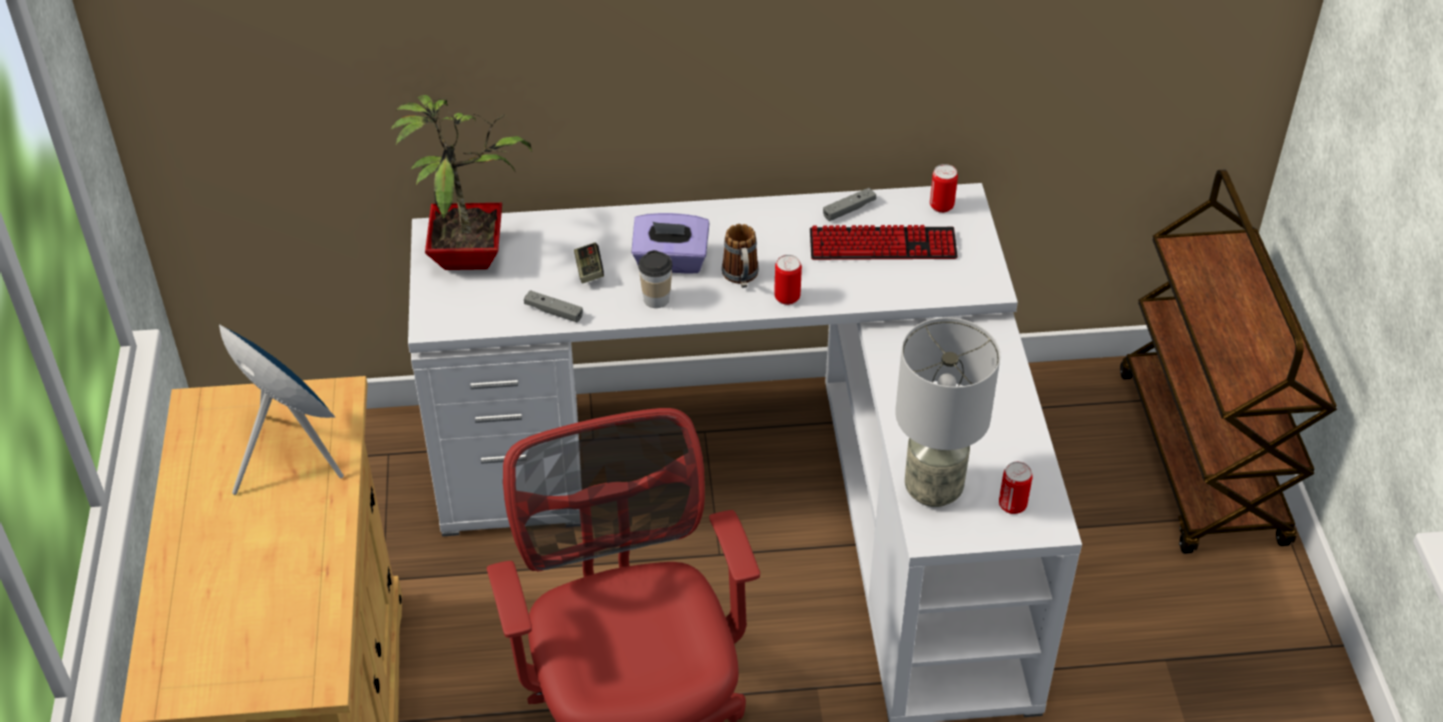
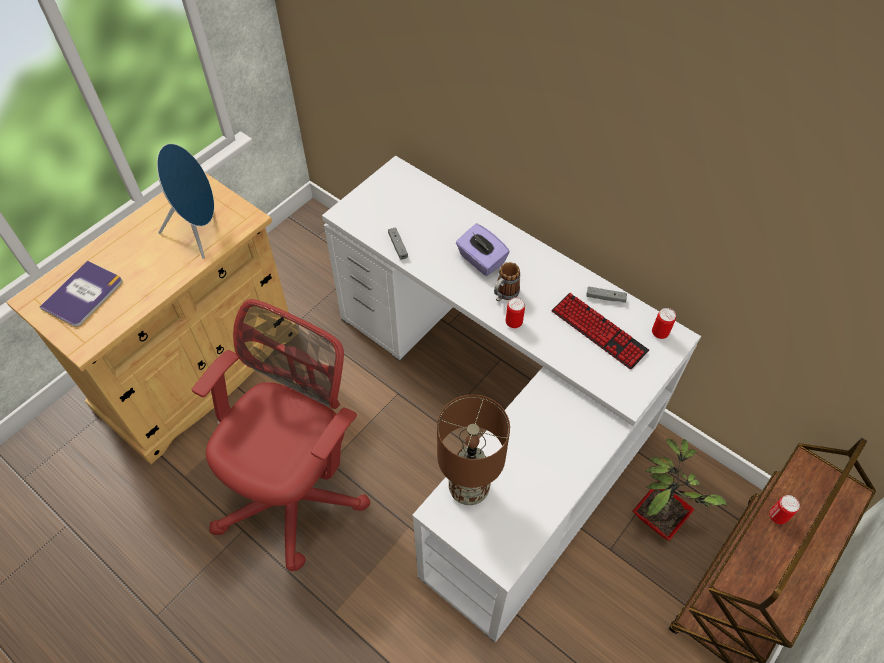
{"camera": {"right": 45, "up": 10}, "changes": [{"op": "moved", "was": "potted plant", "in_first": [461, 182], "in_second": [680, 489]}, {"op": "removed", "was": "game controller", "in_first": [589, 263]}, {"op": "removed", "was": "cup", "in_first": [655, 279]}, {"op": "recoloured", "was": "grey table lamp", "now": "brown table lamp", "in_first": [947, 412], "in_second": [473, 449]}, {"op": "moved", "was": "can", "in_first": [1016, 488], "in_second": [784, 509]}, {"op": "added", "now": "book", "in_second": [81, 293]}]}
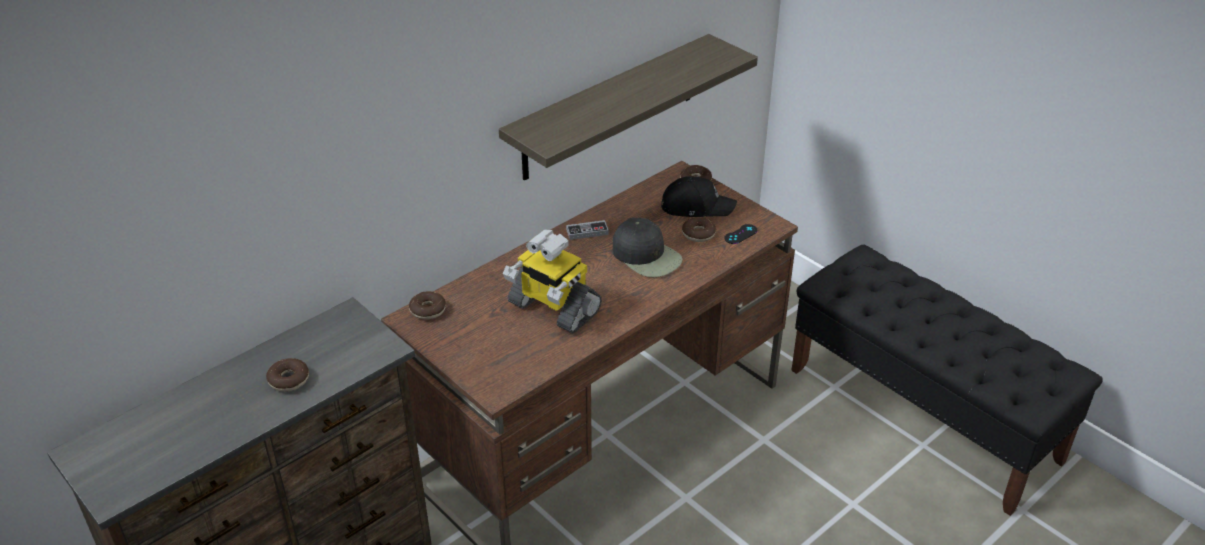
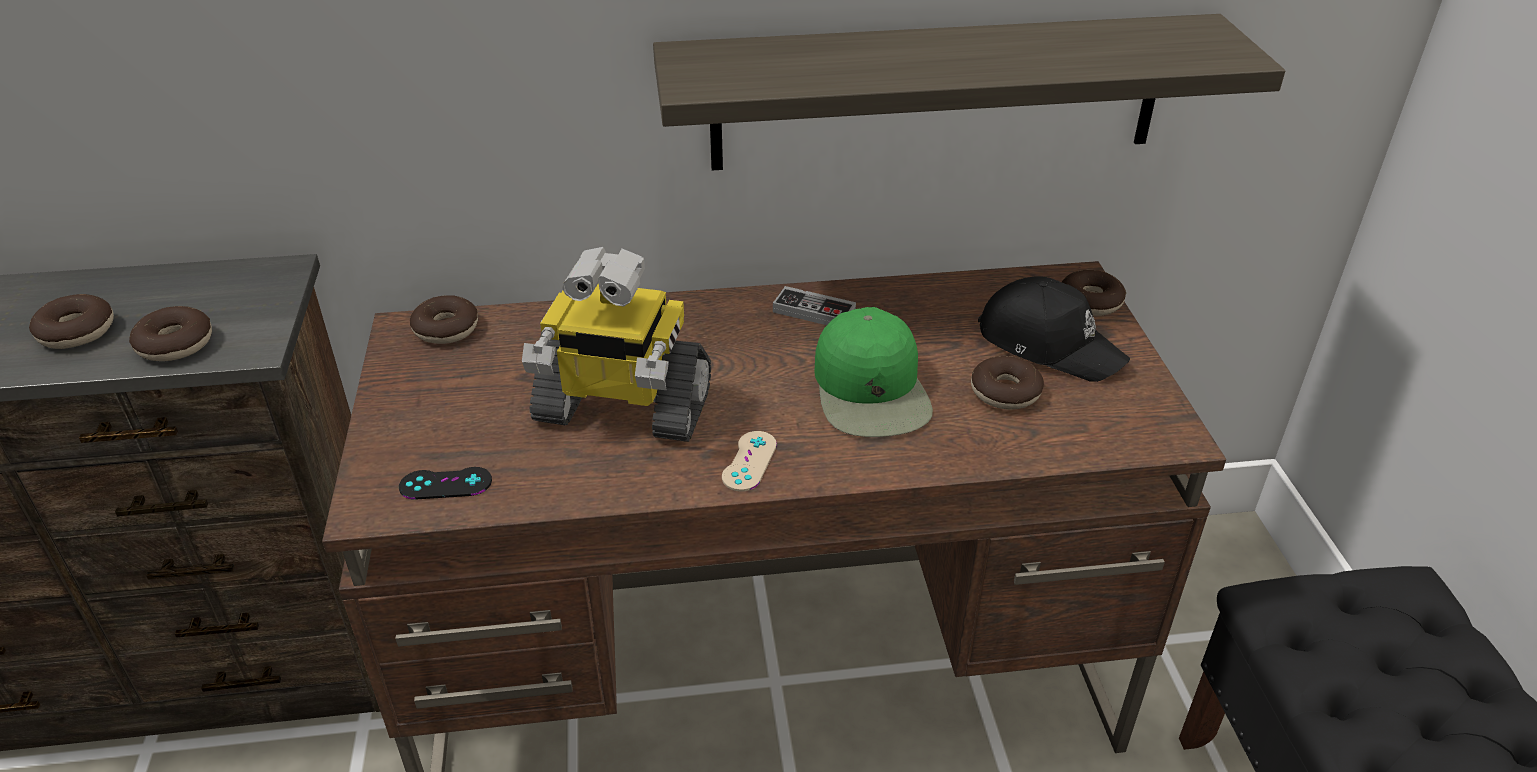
{"camera": {"right": 35, "up": 0}, "changes": [{"op": "recoloured", "was": "black cap", "now": "green cap", "in_first": [648, 247], "in_second": [873, 372]}, {"op": "moved", "was": "black game controller", "in_first": [741, 234], "in_second": [445, 483]}, {"op": "turned", "was": "toy robot", "in_first": [552, 281], "in_second": [616, 344], "clockwise": -60}, {"op": "added", "now": "donut", "in_second": [170, 333]}, {"op": "added", "now": "beige game controller", "in_second": [749, 461]}]}
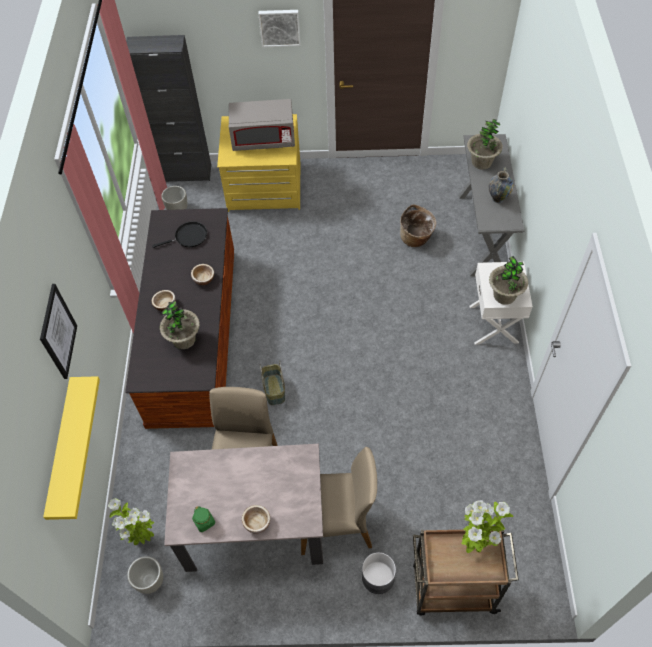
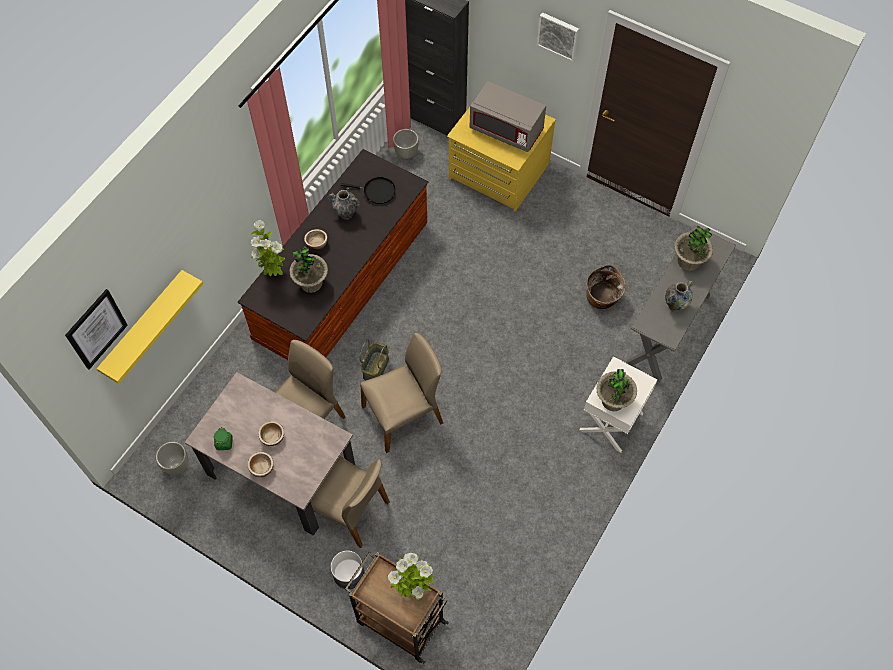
{"camera": {"right": 30, "up": 5}, "changes": [{"op": "moved", "was": "bowl", "in_first": [202, 274], "in_second": [271, 433]}, {"op": "moved", "was": "picture", "in_first": [58, 331], "in_second": [96, 329]}, {"op": "moved", "was": "potted plant", "in_first": [131, 521], "in_second": [268, 248]}, {"op": "added", "now": "vase", "in_second": [344, 204]}, {"op": "added", "now": "beige chair", "in_second": [401, 393]}]}
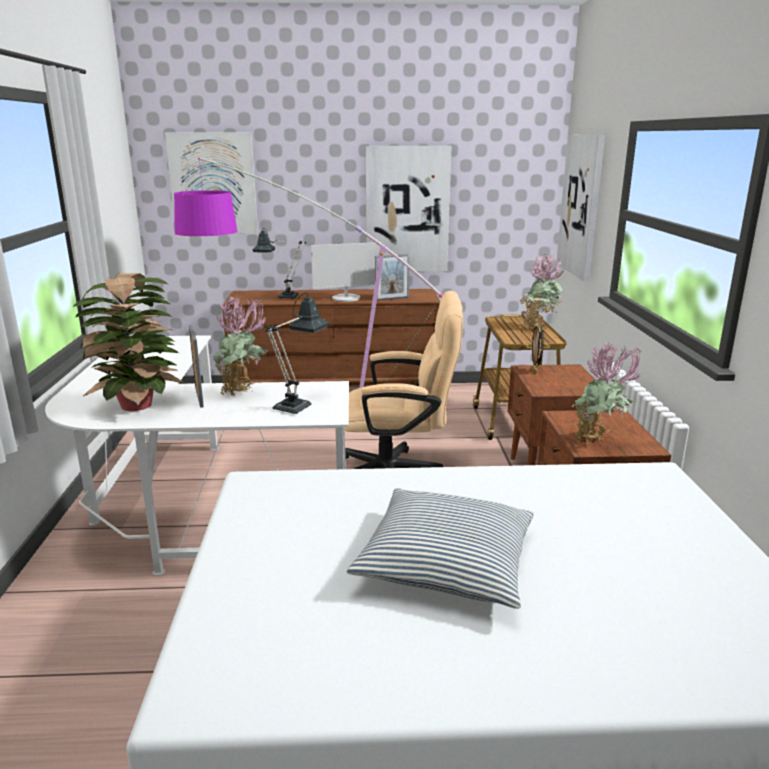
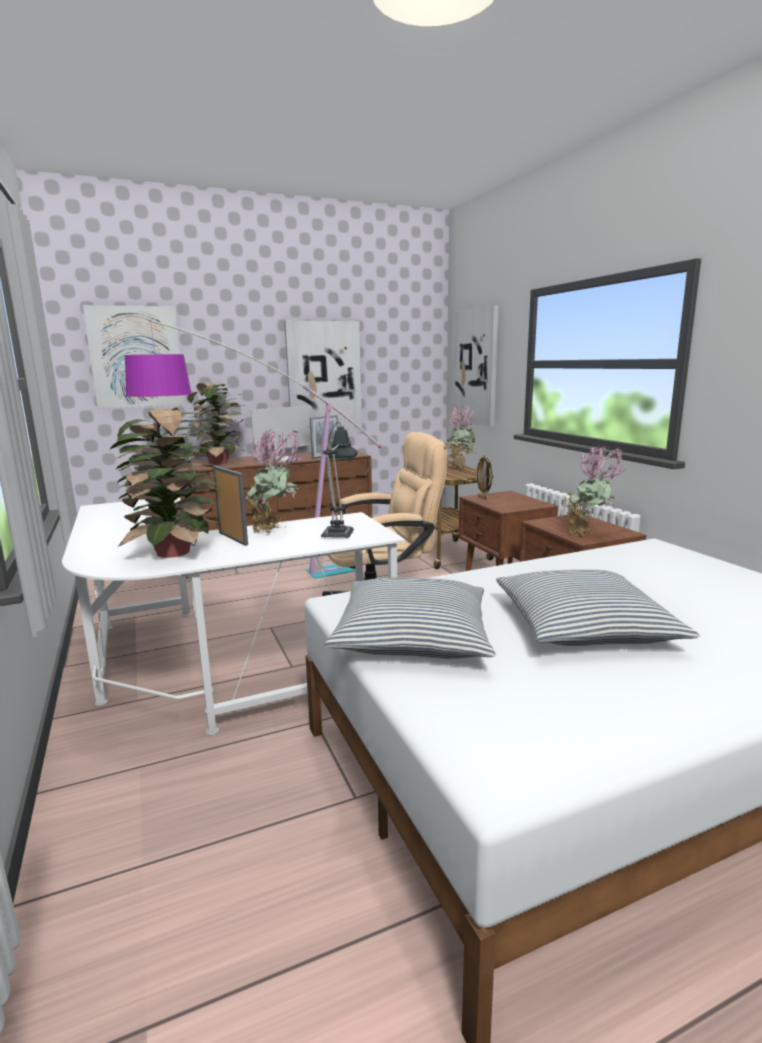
{"camera": {"right": -20, "up": -5}, "changes": [{"op": "replaced", "was": "table lamp", "now": "potted plant", "in_first": [279, 263], "in_second": [216, 423]}, {"op": "added", "now": "pillow", "in_second": [410, 618]}]}
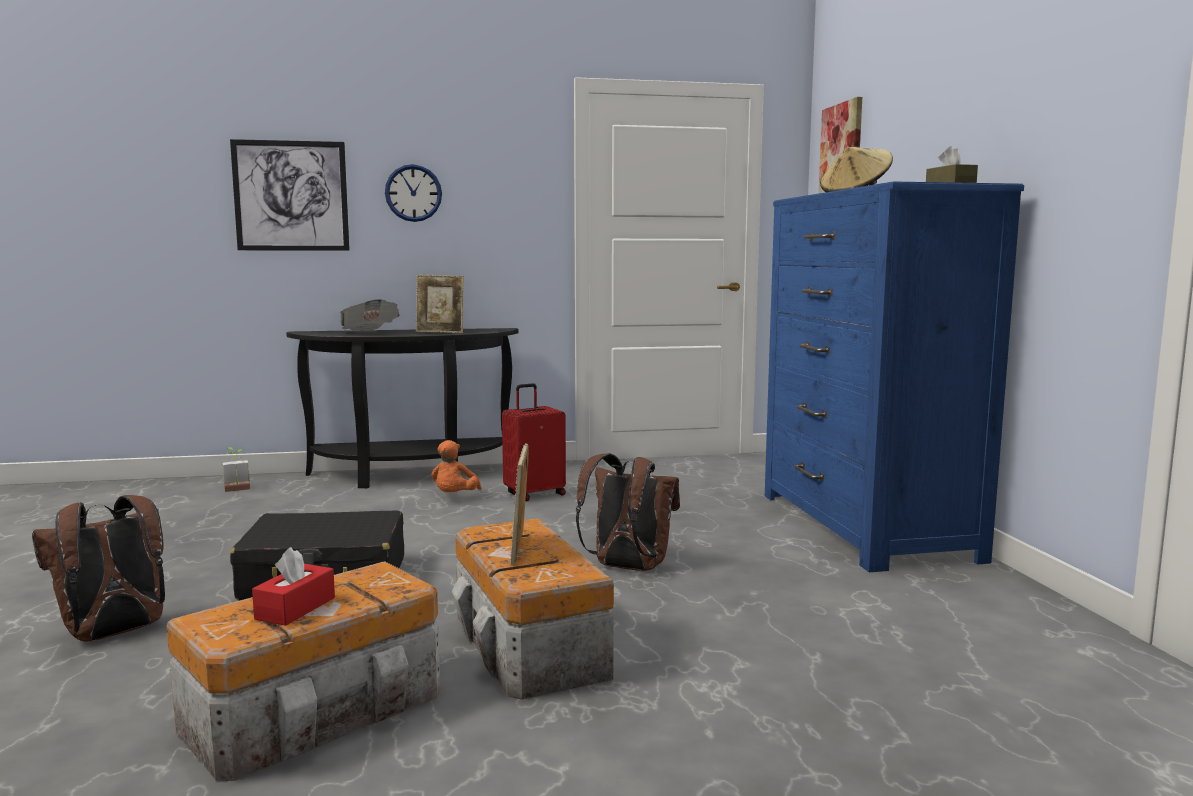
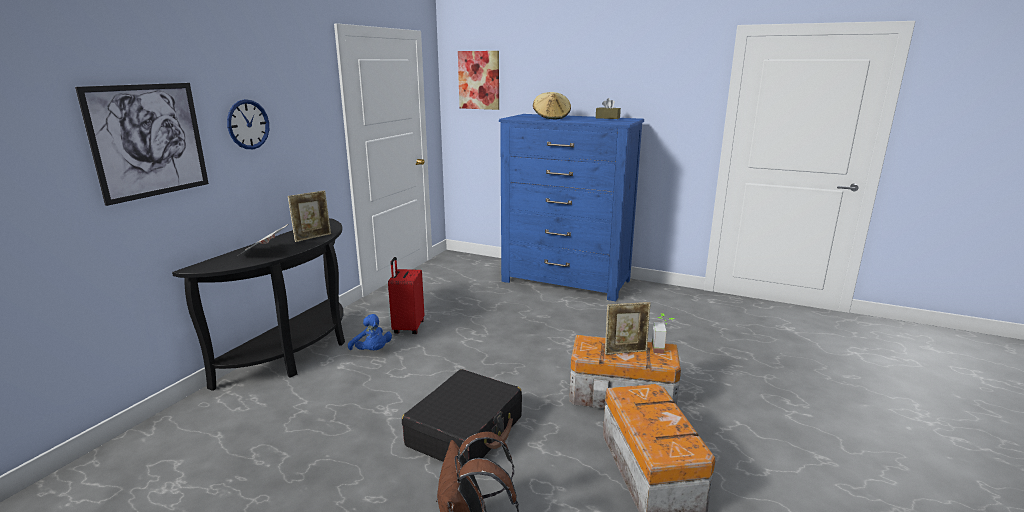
{"camera": {"right": -55, "up": 10}, "changes": [{"op": "recoloured", "was": "orange plush toy", "now": "blue plush toy", "in_first": [456, 466], "in_second": [370, 332]}, {"op": "turned", "was": "picture frame", "in_first": [519, 504], "in_second": [628, 328], "clockwise": -45}, {"op": "moved", "was": "potted plant", "in_first": [236, 469], "in_second": [663, 333]}, {"op": "removed", "was": "brown backpack", "in_first": [628, 512]}, {"op": "removed", "was": "red tissue box", "in_first": [293, 586]}]}
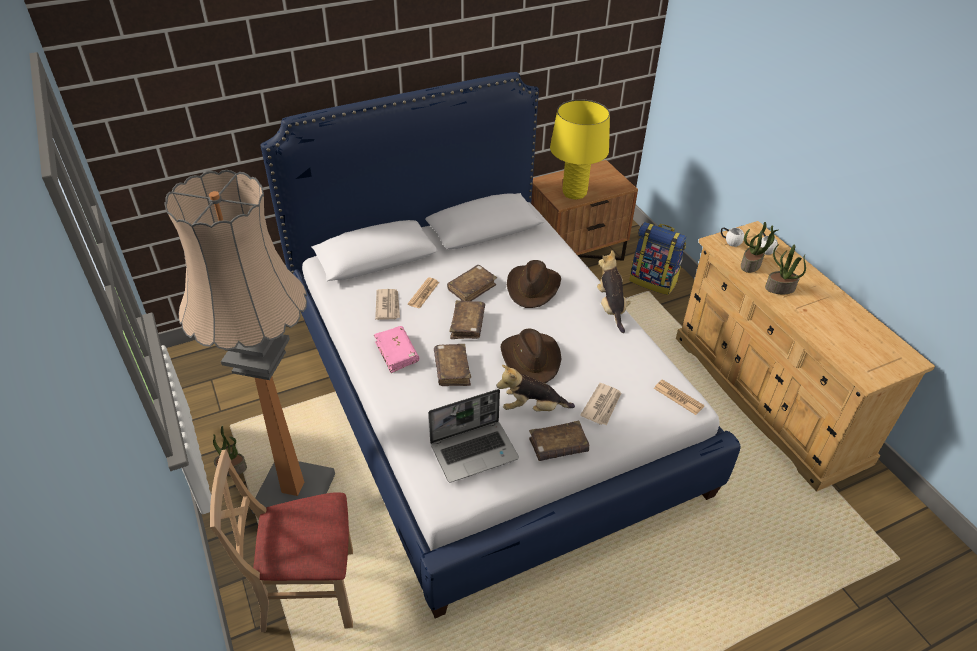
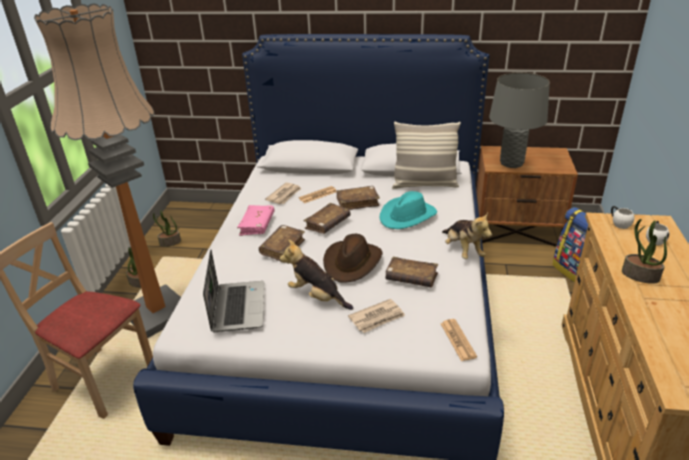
{"camera": {"right": 35, "up": -10}, "changes": [{"op": "recoloured", "was": "yellow table lamp", "now": "grey table lamp", "in_first": [580, 149], "in_second": [519, 120]}, {"op": "moved", "was": "potted plant", "in_first": [759, 247], "in_second": [167, 228]}, {"op": "turned", "was": "plush toy", "in_first": [614, 291], "in_second": [467, 236], "clockwise": 135}, {"op": "recoloured", "was": "brown hat", "now": "turquoise hat", "in_first": [534, 284], "in_second": [408, 210]}, {"op": "turned", "was": "laptop", "in_first": [474, 436], "in_second": [233, 290], "clockwise": -105}, {"op": "moved", "was": "brown book", "in_first": [559, 441], "in_second": [412, 272]}, {"op": "added", "now": "pillow", "in_second": [426, 155]}]}
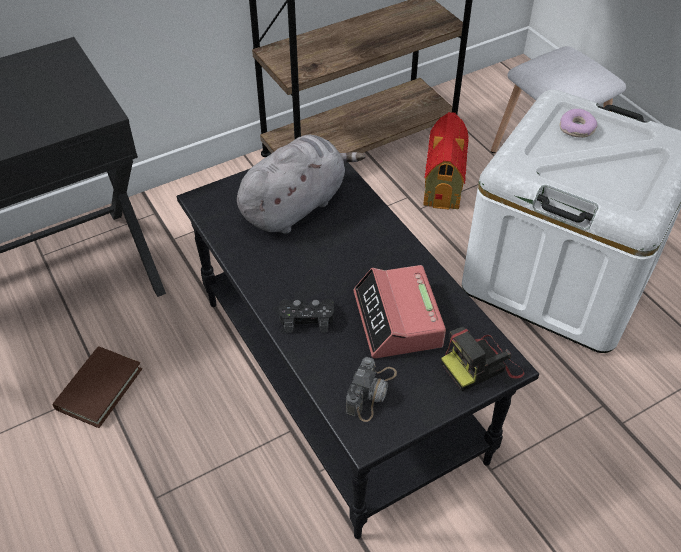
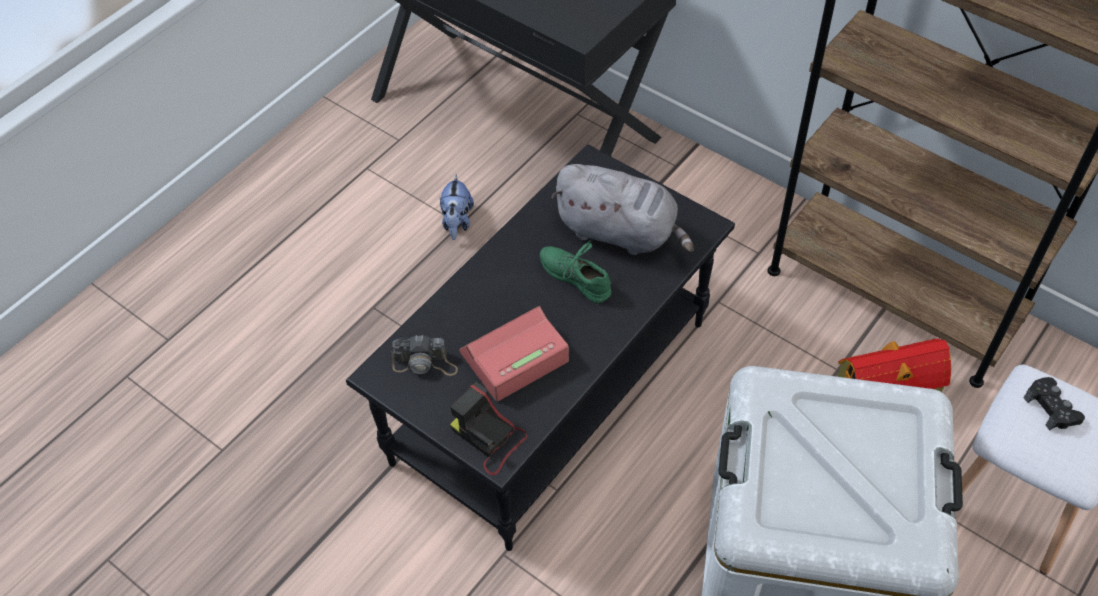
{"camera": {"right": 70, "up": 5}, "changes": [{"op": "removed", "was": "donut", "in_first": [578, 123]}, {"op": "moved", "was": "black game controller", "in_first": [306, 316], "in_second": [1054, 404]}, {"op": "replaced", "was": "brown book", "now": "plush toy", "in_first": [97, 387], "in_second": [457, 207]}, {"op": "added", "now": "green shoe", "in_second": [575, 272]}]}
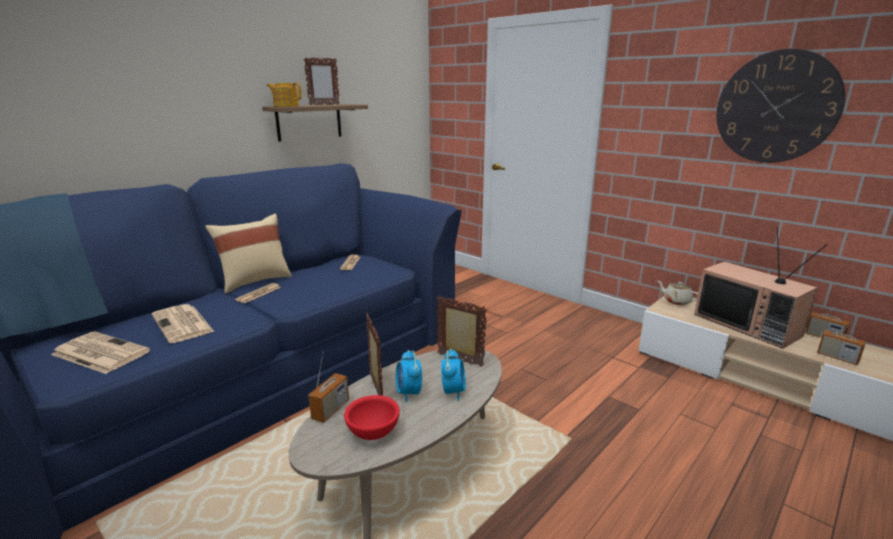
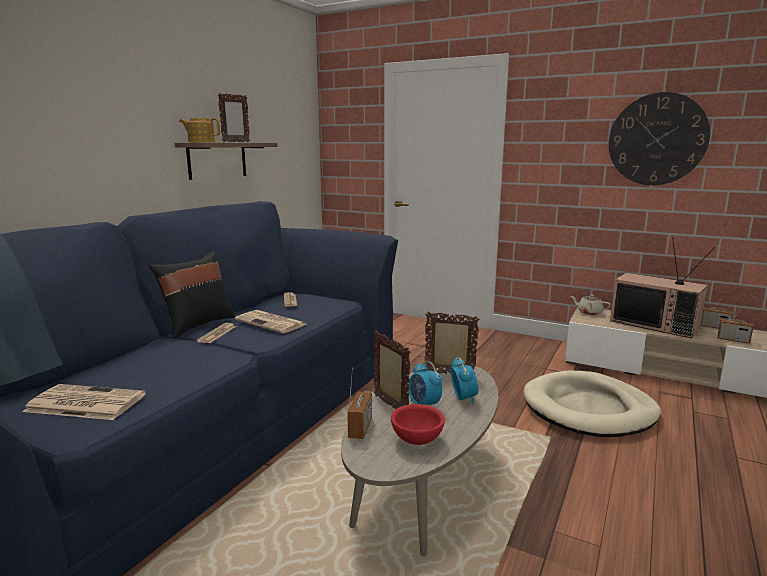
{"camera": {"right": -15, "up": -5}, "changes": [{"op": "recoloured", "was": "beige pillow", "now": "black pillow", "in_first": [248, 254], "in_second": [192, 294]}, {"op": "moved", "was": "newspaper", "in_first": [183, 323], "in_second": [271, 321]}, {"op": "added", "now": "beige dog bed", "in_second": [592, 404]}]}
